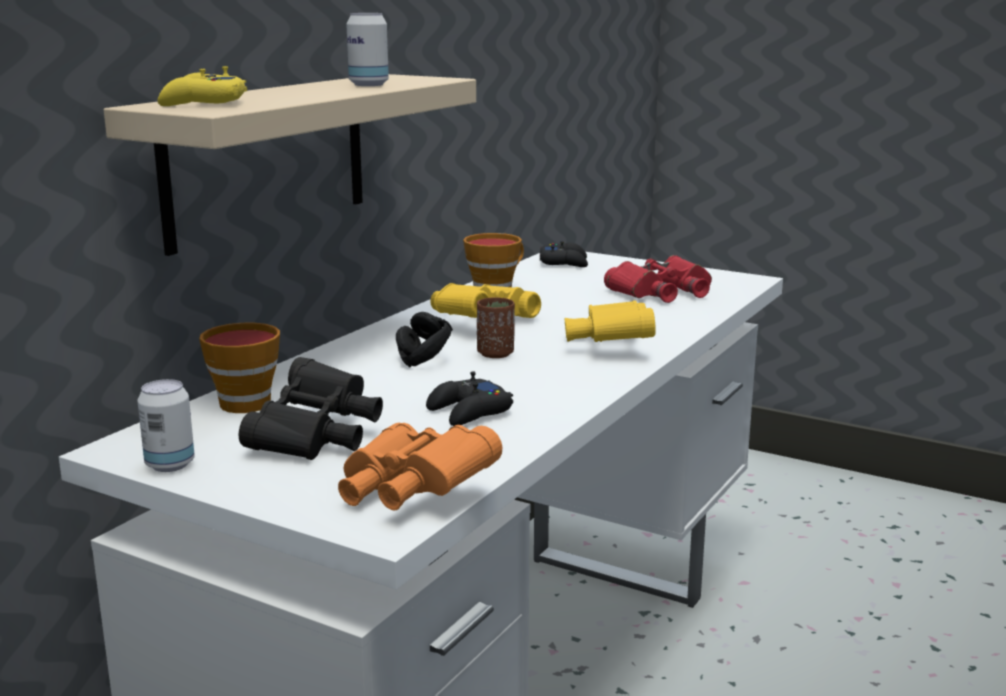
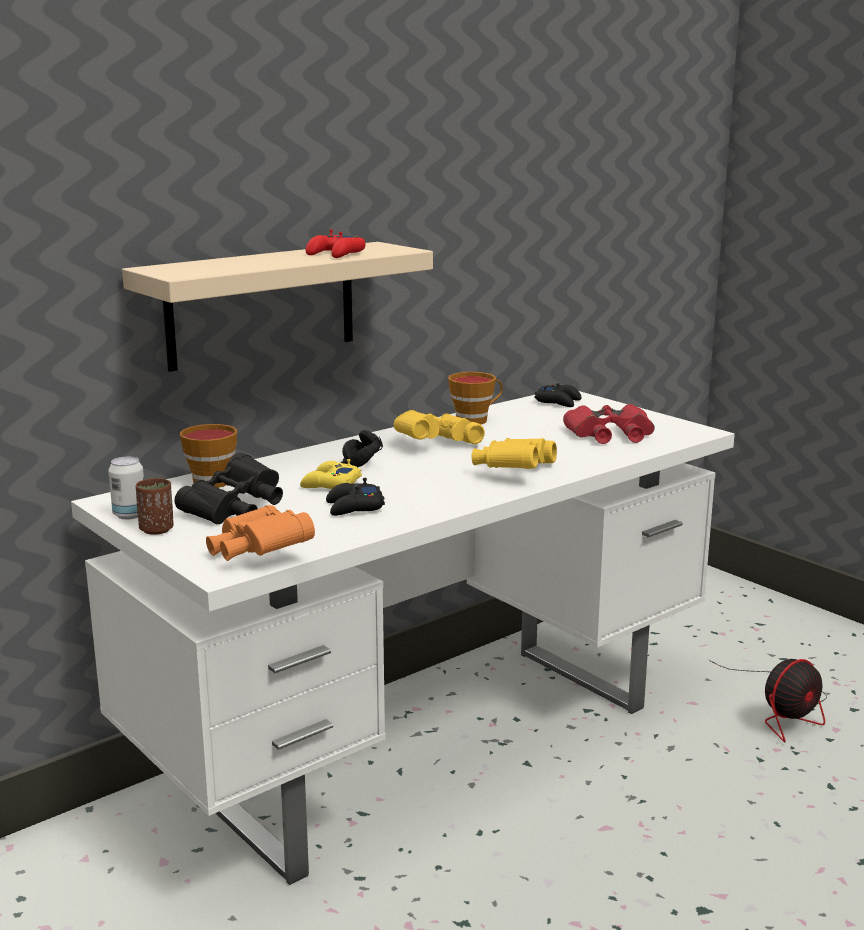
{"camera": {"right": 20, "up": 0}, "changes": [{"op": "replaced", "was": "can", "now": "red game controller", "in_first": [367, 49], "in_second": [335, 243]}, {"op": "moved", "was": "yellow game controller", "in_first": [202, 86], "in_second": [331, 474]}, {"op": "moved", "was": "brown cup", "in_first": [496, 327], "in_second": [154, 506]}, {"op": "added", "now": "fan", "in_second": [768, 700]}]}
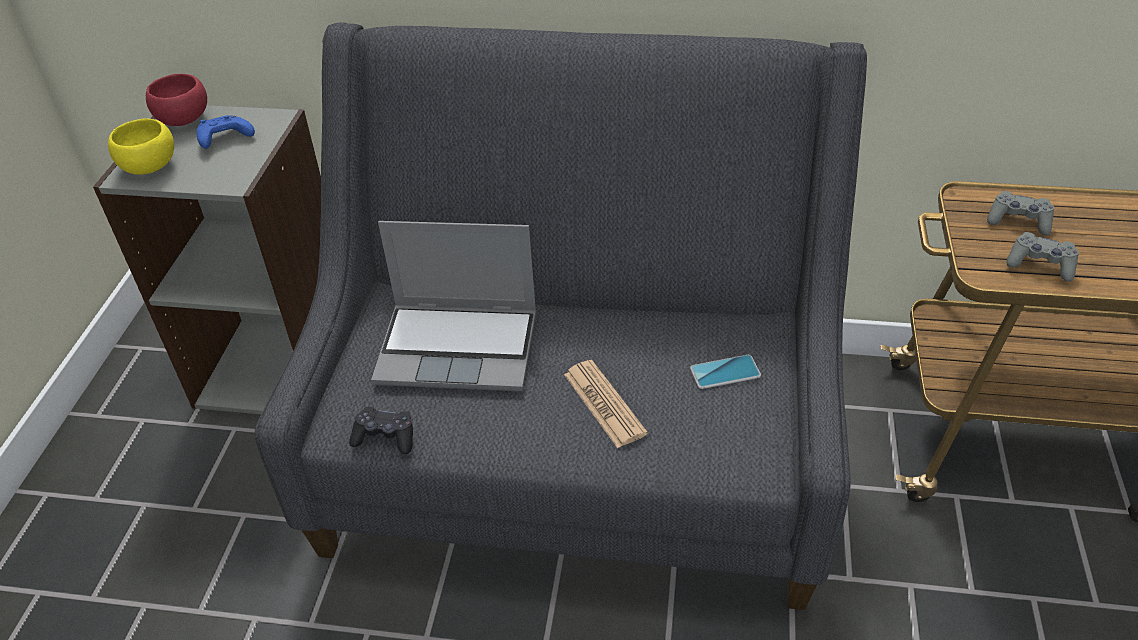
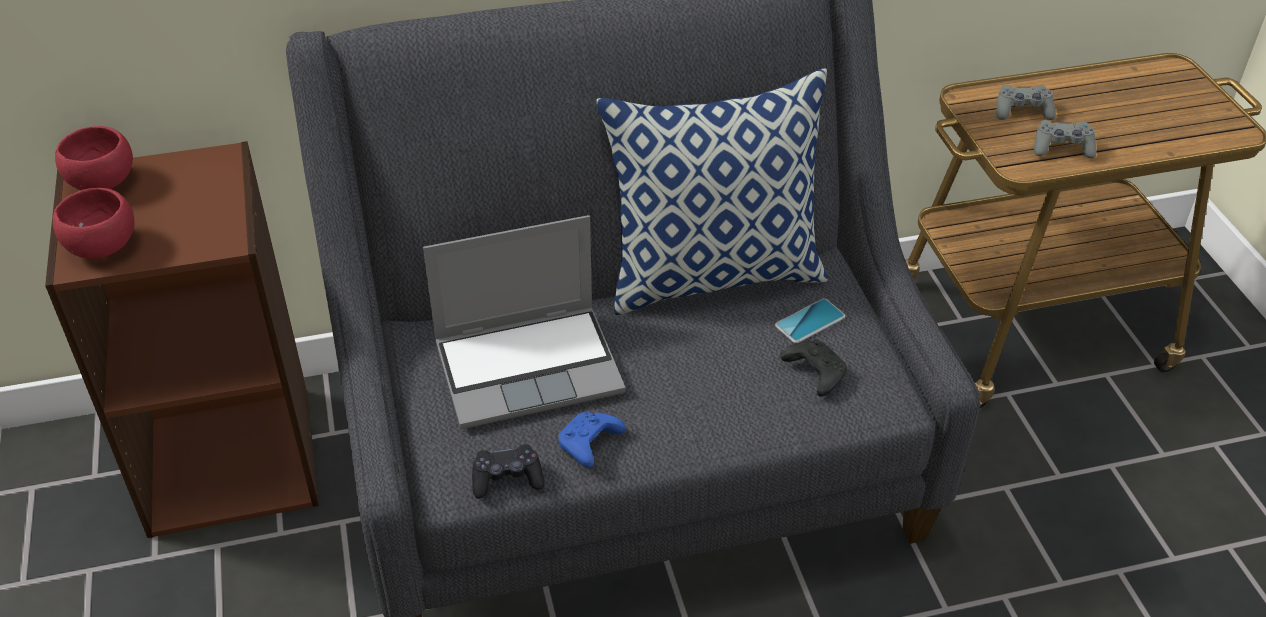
{"camera": {"right": -25, "up": 0}, "changes": [{"op": "recoloured", "was": "grey bookcase", "now": "brown bookcase", "in_first": [207, 259], "in_second": [182, 339]}, {"op": "moved", "was": "blue game controller", "in_first": [226, 132], "in_second": [592, 440]}, {"op": "recoloured", "was": "yellow bowl", "now": "red bowl", "in_first": [141, 146], "in_second": [94, 223]}, {"op": "removed", "was": "newspaper", "in_first": [606, 404]}, {"op": "added", "now": "pillow", "in_second": [712, 191]}, {"op": "added", "now": "black game controller", "in_second": [813, 368]}]}
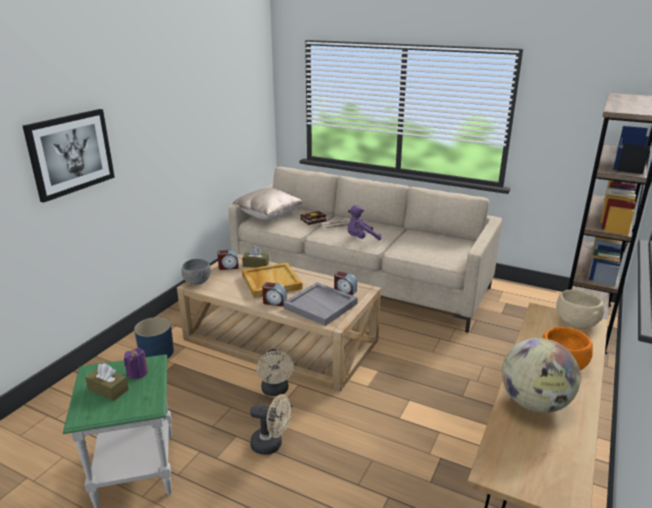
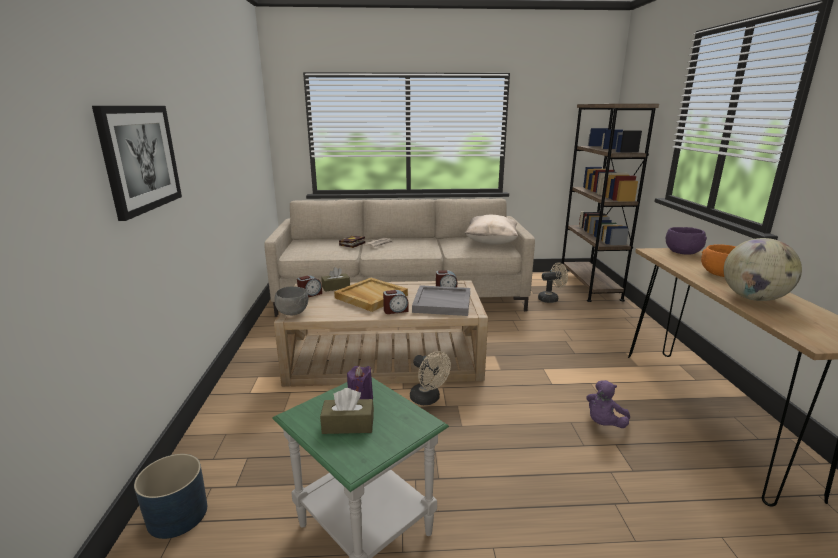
{"camera": {"right": -30, "up": -5}, "changes": [{"op": "moved", "was": "beige pillow", "in_first": [268, 204], "in_second": [491, 230]}, {"op": "moved", "was": "purple plush toy", "in_first": [364, 222], "in_second": [608, 404]}, {"op": "recoloured", "was": "beige bowl", "now": "purple bowl", "in_first": [580, 309], "in_second": [686, 240]}, {"op": "moved", "was": "blue planter", "in_first": [154, 338], "in_second": [170, 496]}, {"op": "moved", "was": "beige fan", "in_first": [270, 424], "in_second": [553, 283]}]}
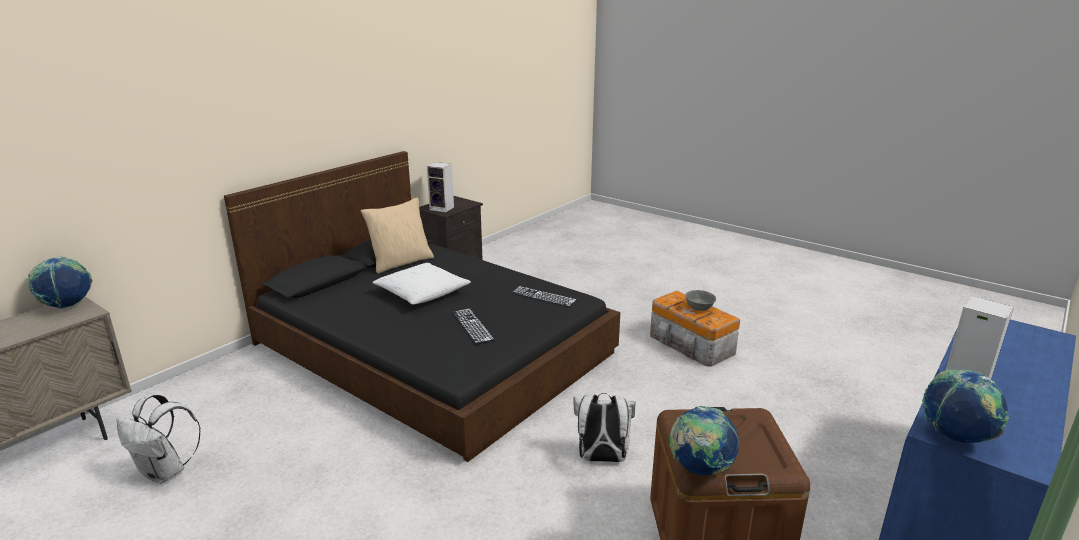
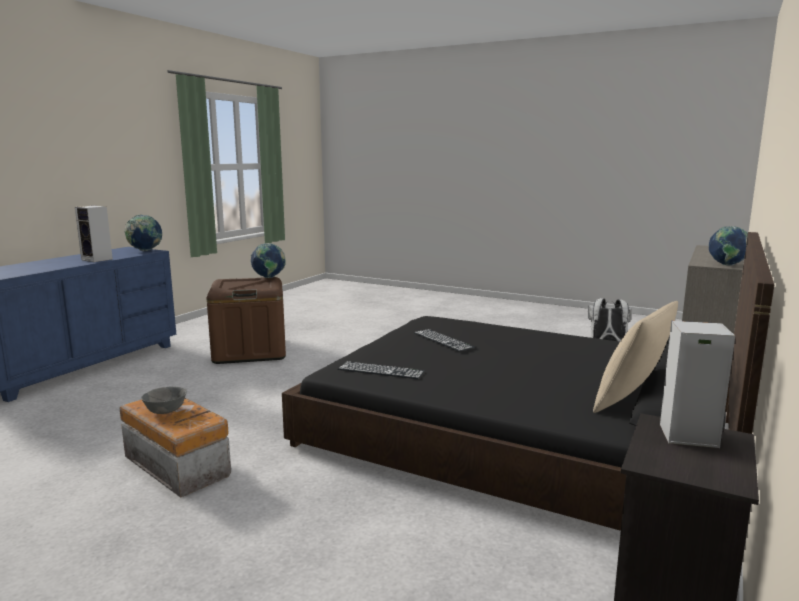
{"camera": {"right": 170, "up": -10}, "changes": [{"op": "removed", "was": "white pillow", "in_first": [421, 284]}, {"op": "removed", "was": "white backpack", "in_first": [604, 427]}]}
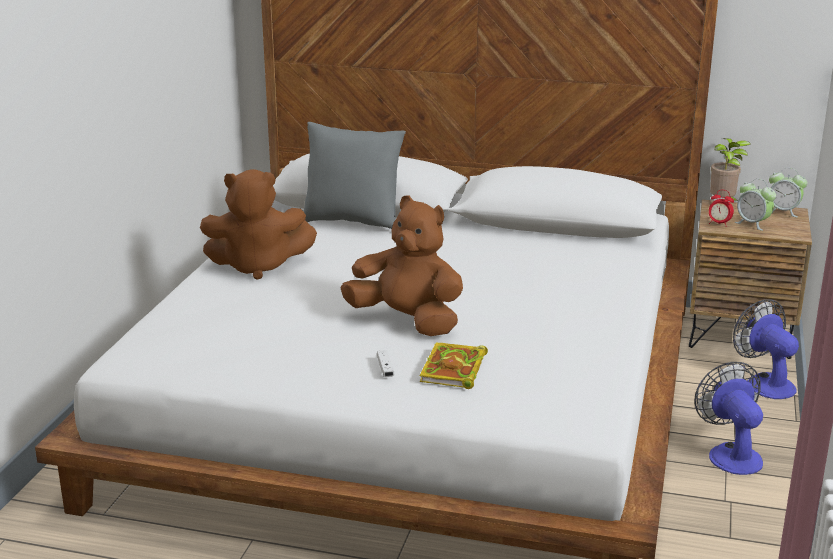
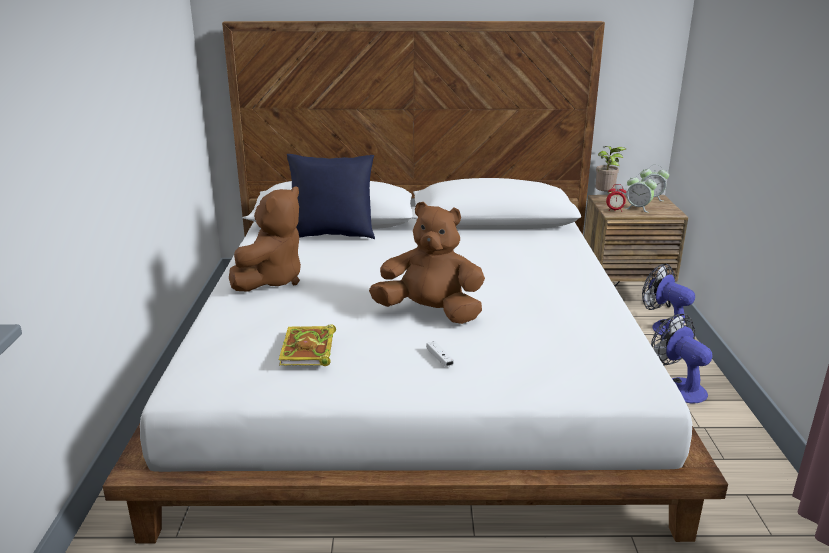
{"camera": {"right": -15, "up": 0}, "changes": [{"op": "recoloured", "was": "grey pillow", "now": "blue pillow", "in_first": [355, 175], "in_second": [331, 196]}, {"op": "turned", "was": "brown plush toy", "in_first": [258, 224], "in_second": [265, 239], "clockwise": -45}, {"op": "moved", "was": "book", "in_first": [454, 365], "in_second": [307, 345]}]}
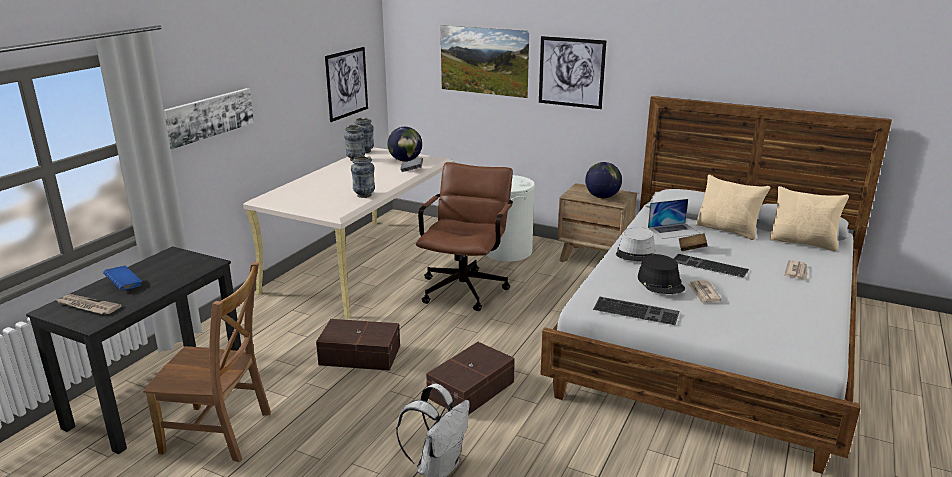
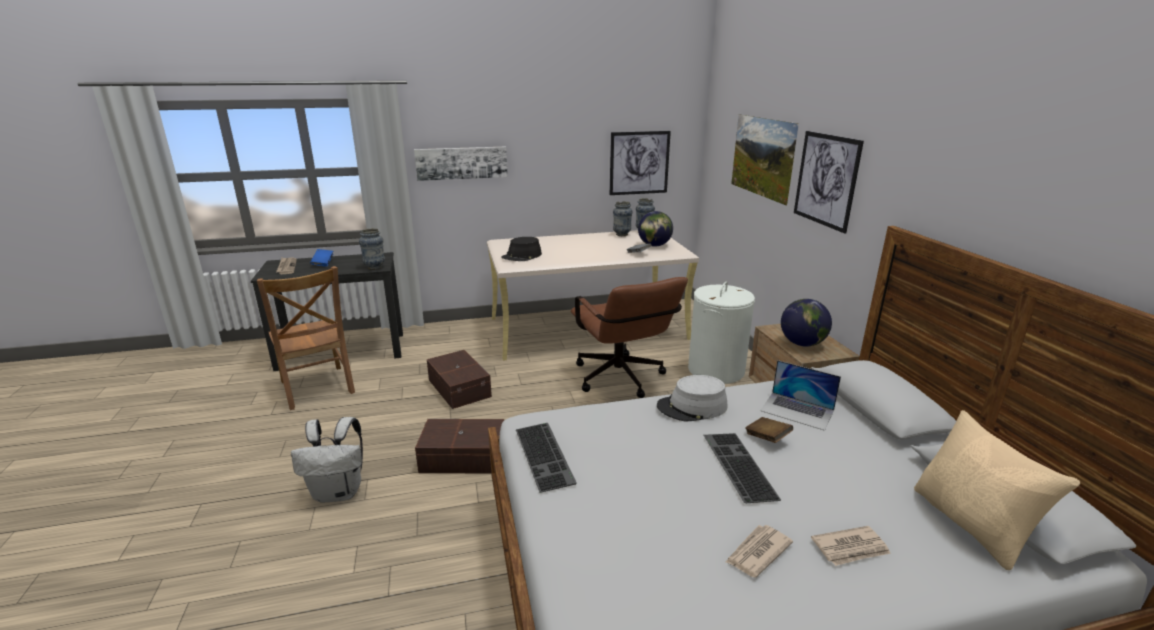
{"camera": {"right": 50, "up": 0}, "changes": [{"op": "moved", "was": "vase", "in_first": [363, 176], "in_second": [372, 249]}, {"op": "turned", "was": "brown office chair", "in_first": [464, 236], "in_second": [629, 337], "clockwise": 90}, {"op": "removed", "was": "beige pillow", "in_first": [733, 207]}, {"op": "moved", "was": "black hat", "in_first": [661, 274], "in_second": [521, 249]}, {"op": "moved", "was": "newspaper", "in_first": [705, 292], "in_second": [759, 551]}]}
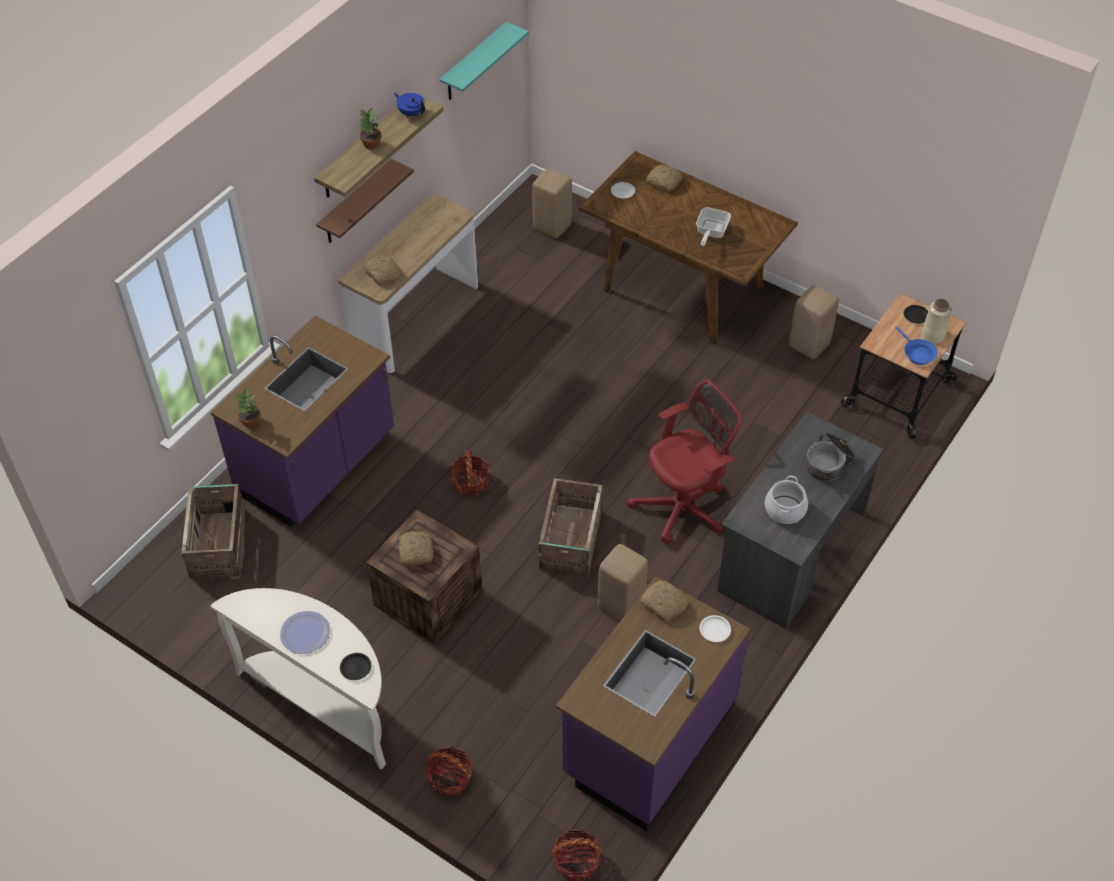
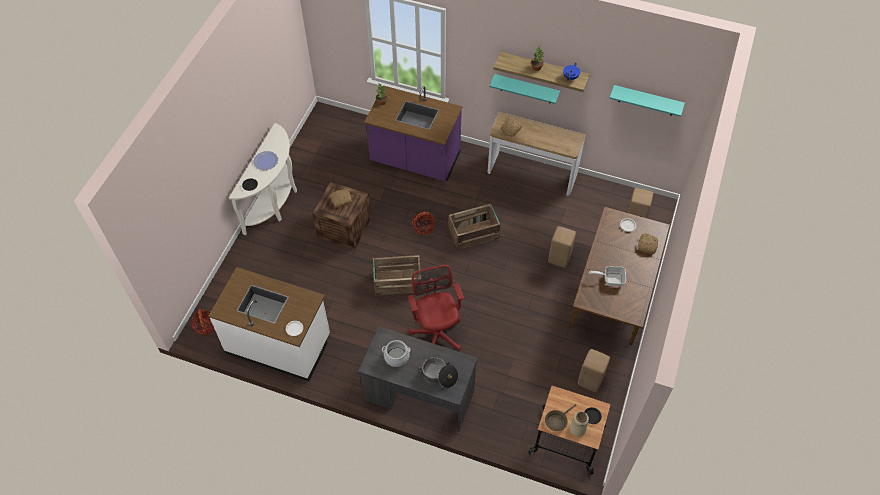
{"camera": {"right": 75, "up": 5}, "changes": [{"op": "recoloured", "was": "brown shelf", "now": "turquoise shelf", "in_first": [365, 201], "in_second": [524, 89]}, {"op": "recoloured", "was": "blue frying pan", "now": "brown frying pan", "in_first": [917, 346], "in_second": [560, 417]}, {"op": "turned", "was": "red office chair", "in_first": [684, 462], "in_second": [436, 308], "clockwise": -150}, {"op": "moved", "was": "crate", "in_first": [213, 531], "in_second": [474, 227]}, {"op": "moved", "was": "beige stool", "in_first": [623, 582], "in_second": [562, 247]}, {"op": "recoloured", "was": "purple counter", "now": "white counter", "in_first": [653, 704], "in_second": [269, 324]}, {"op": "removed", "was": "bread", "in_first": [664, 601]}, {"op": "removed", "was": "basket", "in_first": [449, 771]}]}
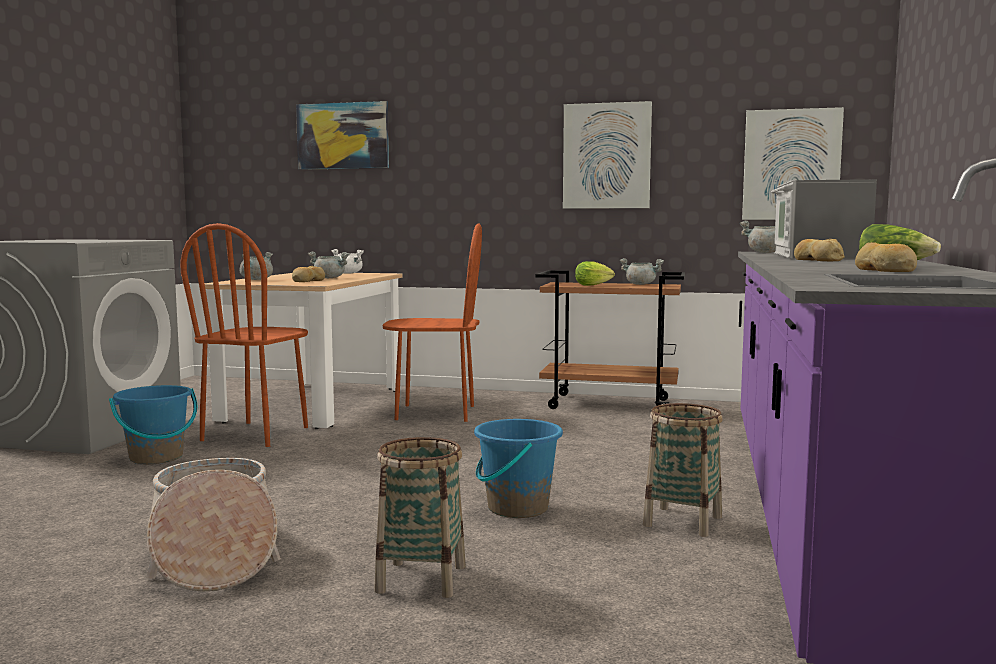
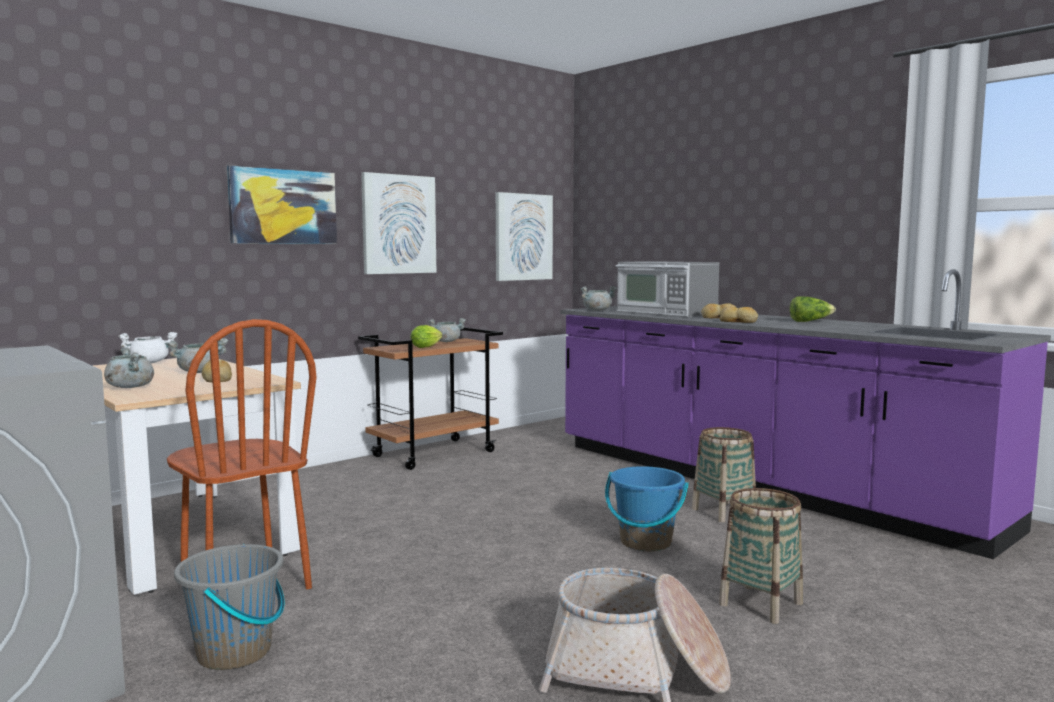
{"camera": {"right": -55, "up": 0}, "changes": [{"op": "moved", "was": "picture", "in_first": [342, 135], "in_second": [282, 204]}, {"op": "removed", "was": "brown chair", "in_first": [432, 322]}, {"op": "moved", "was": "bread", "in_first": [886, 257], "in_second": [738, 314]}, {"op": "recoloured", "was": "blue bucket", "now": "grey bucket", "in_first": [153, 424], "in_second": [229, 607]}]}
